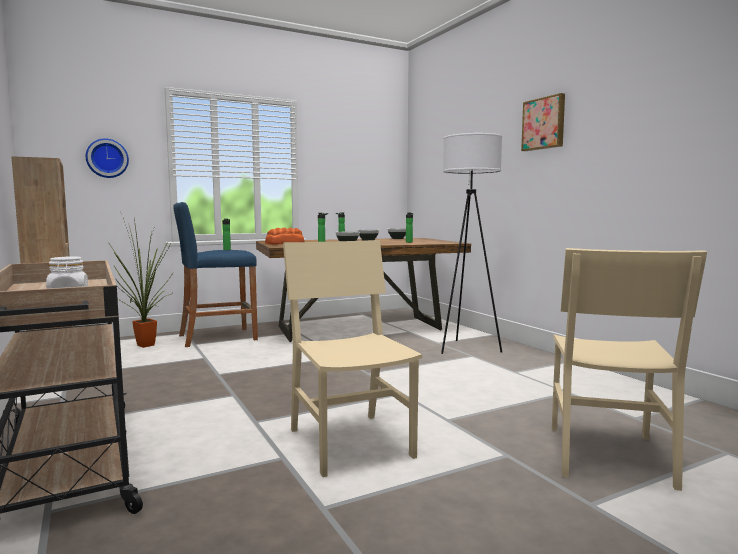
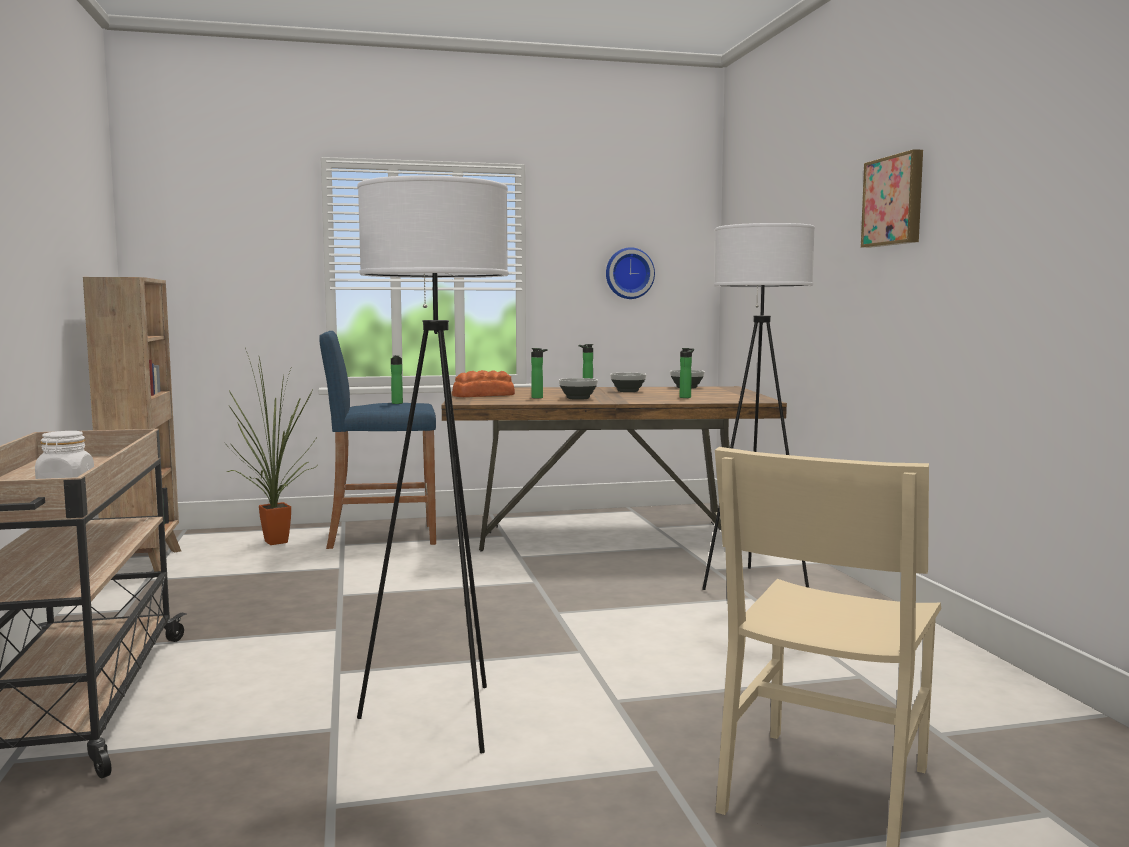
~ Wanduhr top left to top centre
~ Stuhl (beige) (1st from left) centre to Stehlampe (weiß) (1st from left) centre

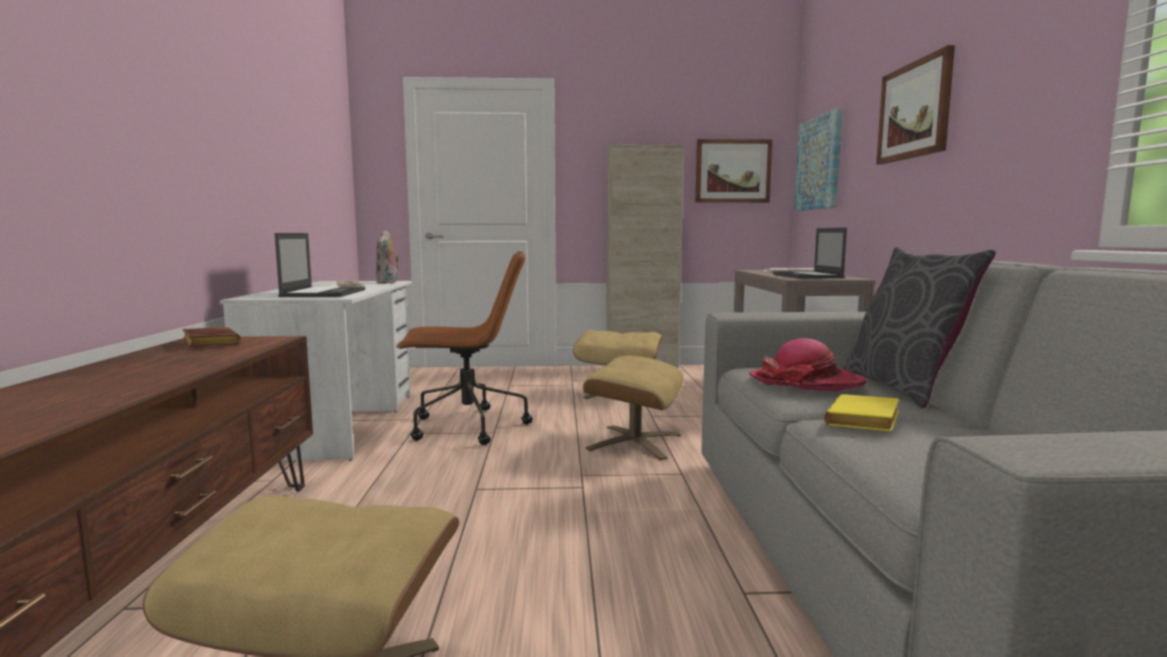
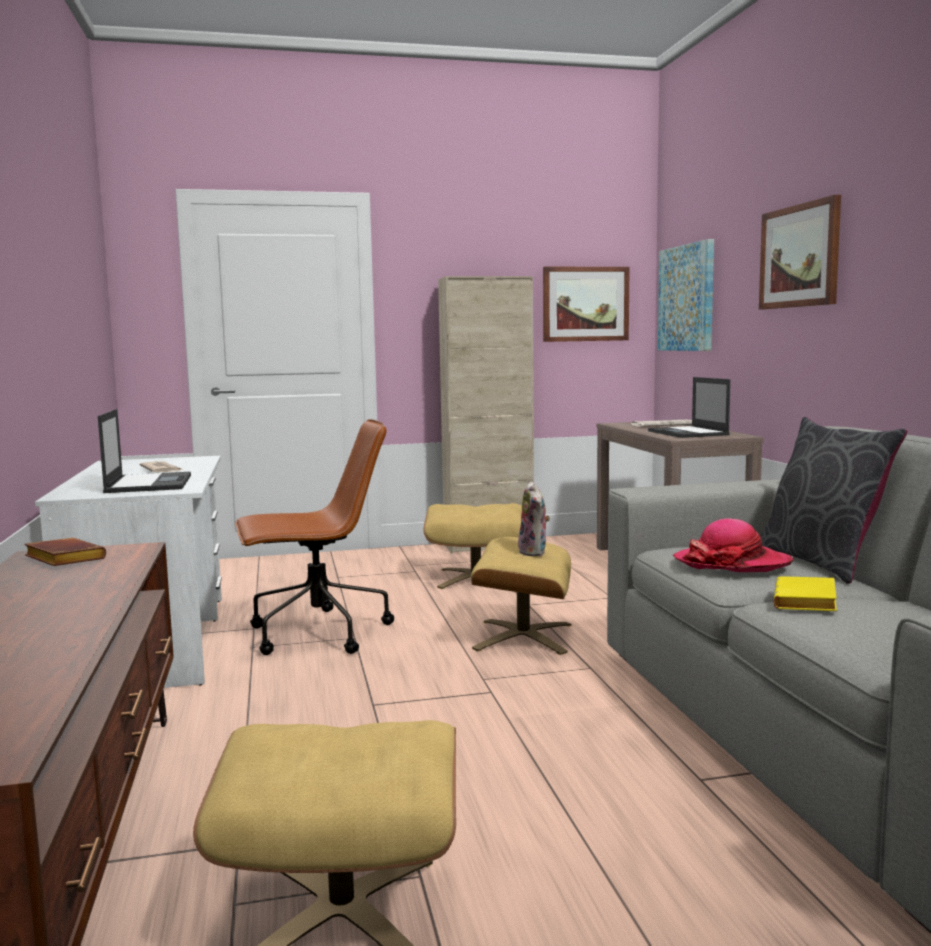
~ Plüschtier middle left to centre

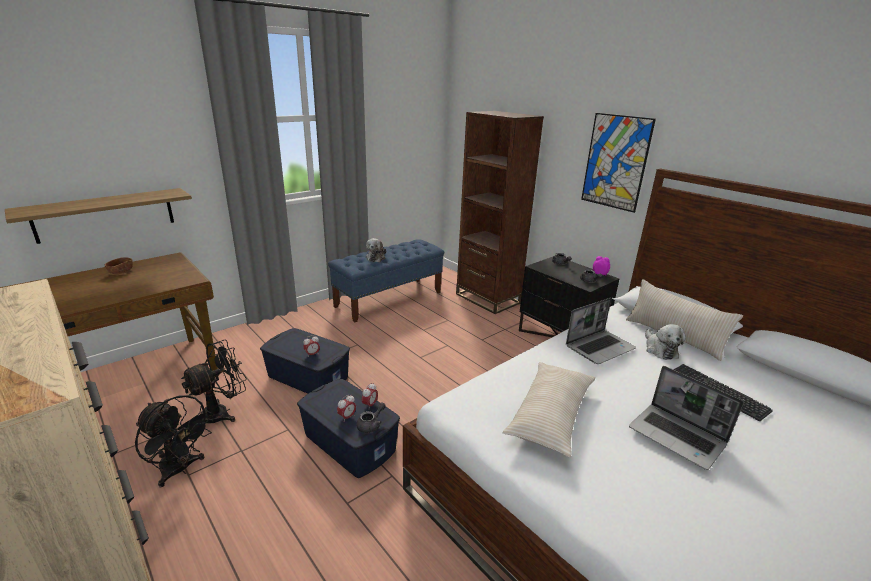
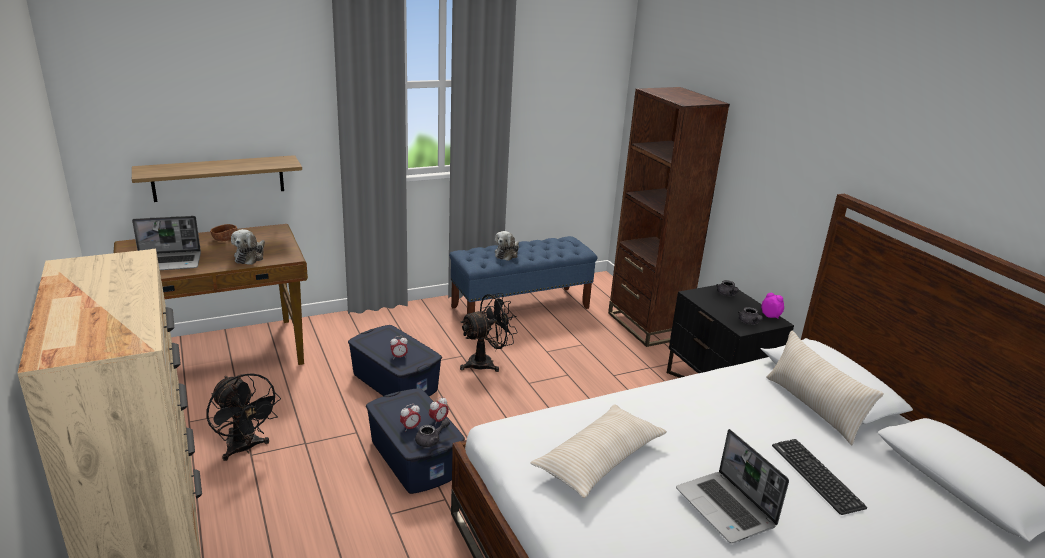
~ Ventilator (schwarz) (2nd from left) middle left to centre
~ Laptop (1st from left) middle right to middle left
- Bild top right
~ Plüschtier (2nd from left in the first image) middle right to Plüschtier (1st from left) middle left

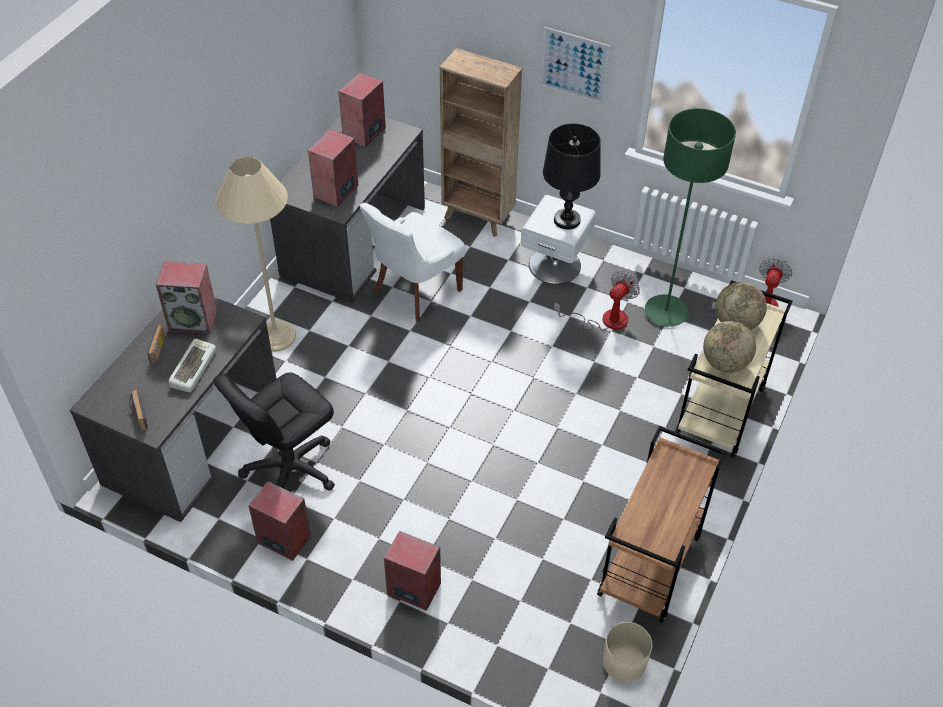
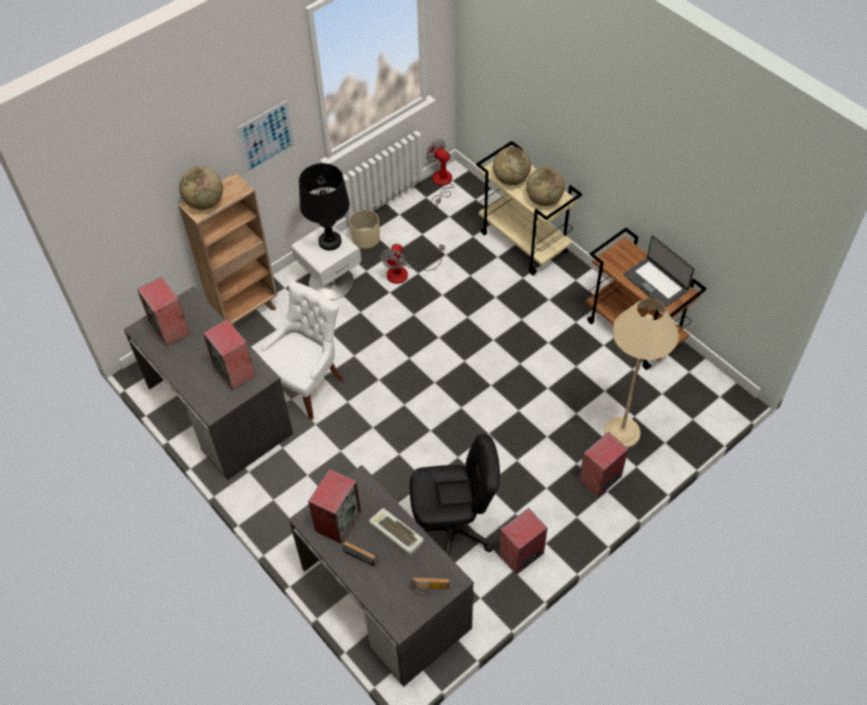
~ Bürostuhl (schwarz) middle left = bottom centre 75 degrees counterclockwise
~ Stehlampe (beige) middle left to middle right
~ Stuhl (weiß) centre = centre 120 degrees counterclockwise
~ Ventilator (1st from left) centre = centre 135 degrees counterclockwise
~ Pflanzkübel (beige) bottom centre to top centre
- Stehlampe (grün) top right
+ Globus (1st from left) top left
+ Laptop middle right

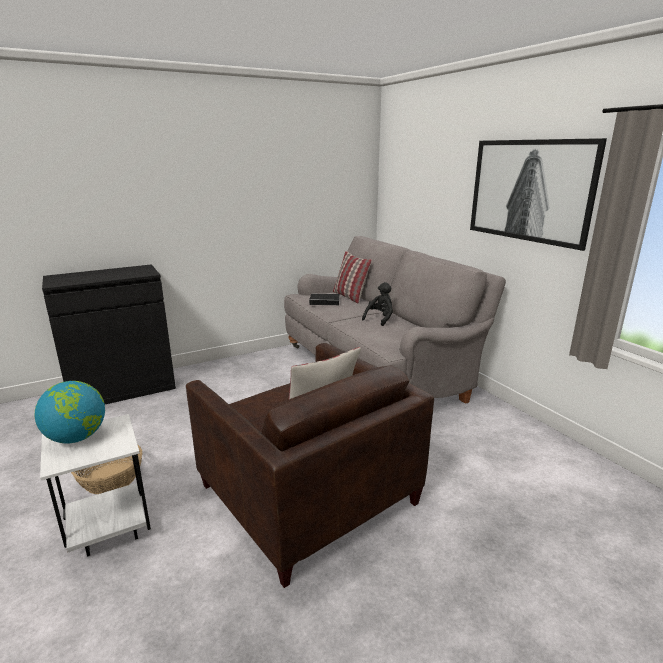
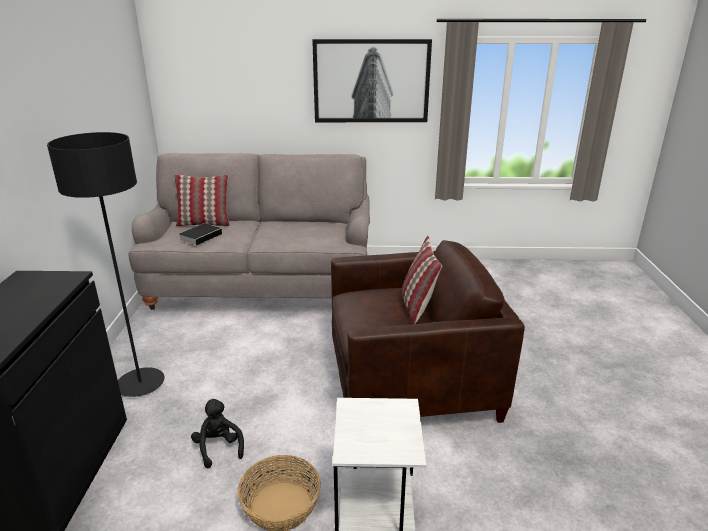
- Globus middle left
~ Plüschtier (schwarz) centre to bottom left
+ Stehlampe (schwarz) middle left

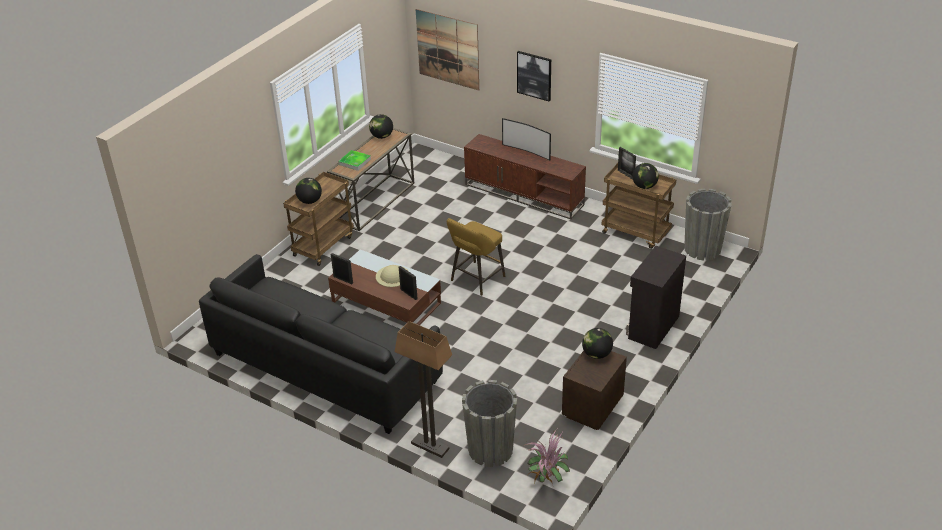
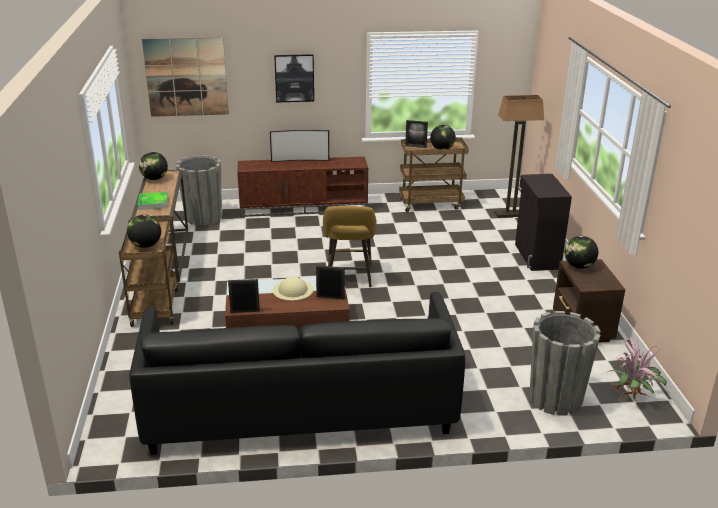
~ Stehlampe bottom centre to top right
~ Pflanzkübel (grau) (2nd from left in the first image) middle right to Pflanzkübel (grau) (1st from left) middle left

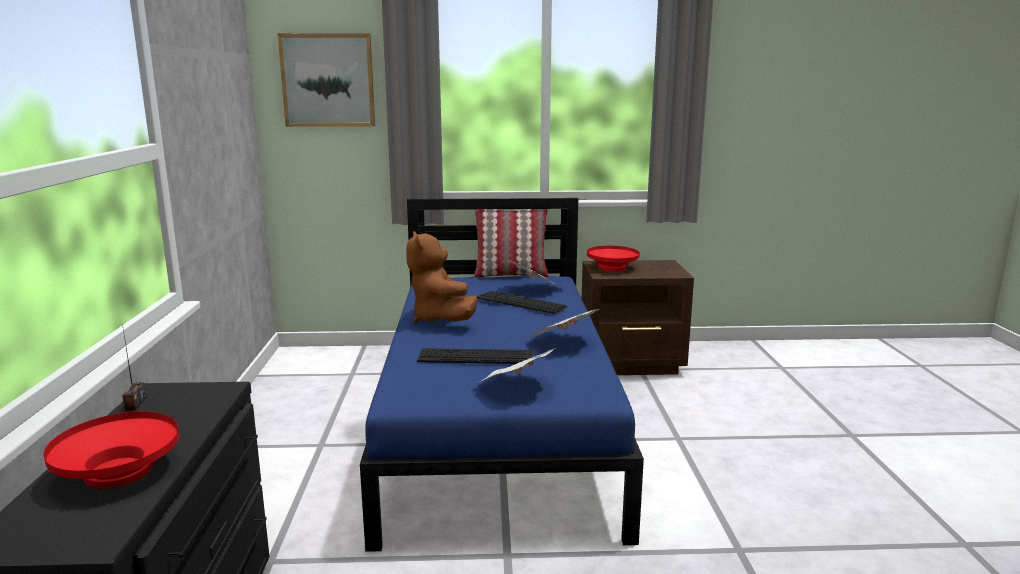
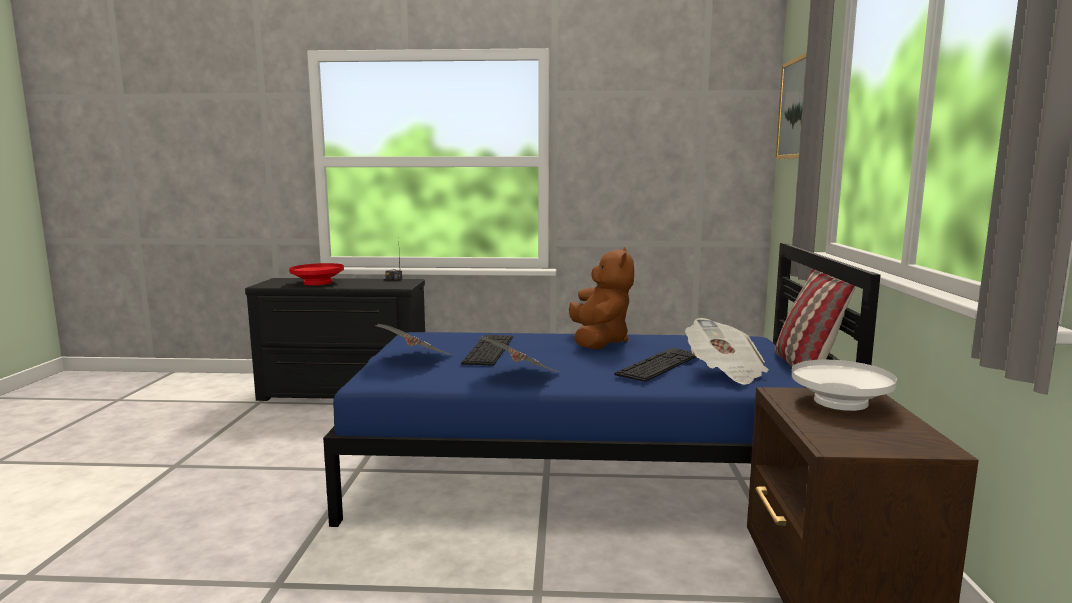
~ Plüschtier (braun) centre = centre 105 degrees clockwise
~ Schüssel (rot) (2nd from left) centre to Schüssel (weiß) middle right

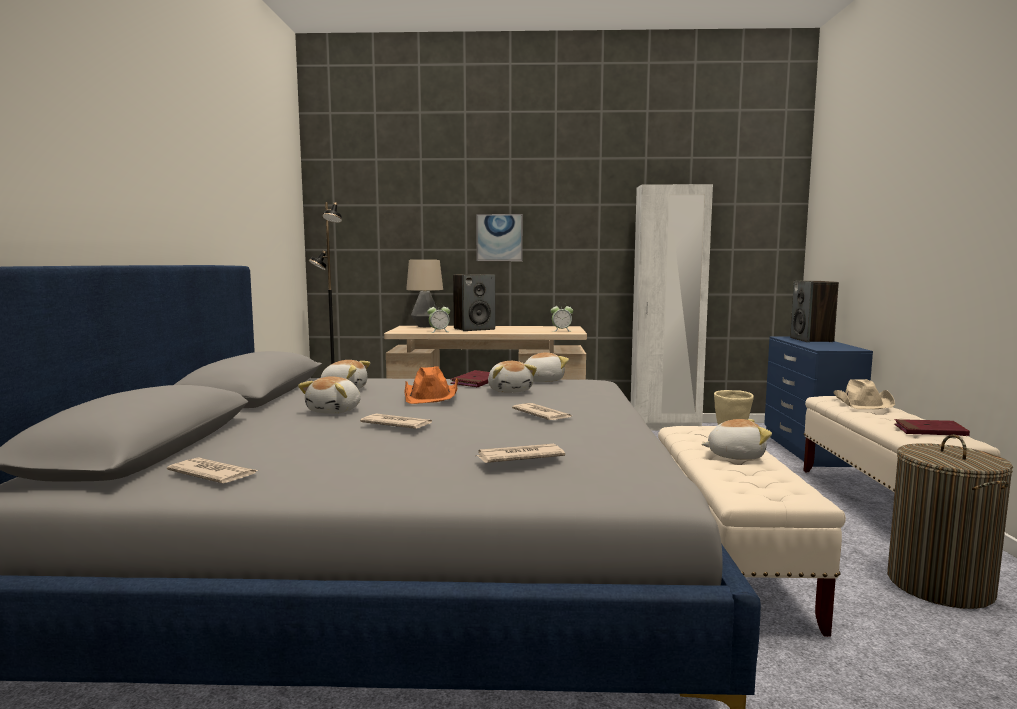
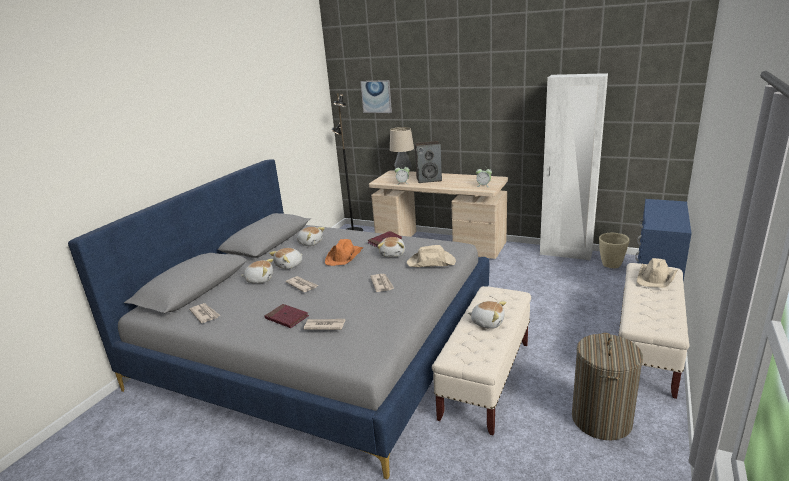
~ Bild centre to top centre
~ Plüschtier (4th from left in the first image) centre to Plüschtier (1st from left) middle left
- Lautsprecher (2nd from left) middle right
~ Buch (rot) (2nd from left in the first image) middle right to Buch (rot) (1st from left) centre
+ Hut (beige) (1st from left) centre

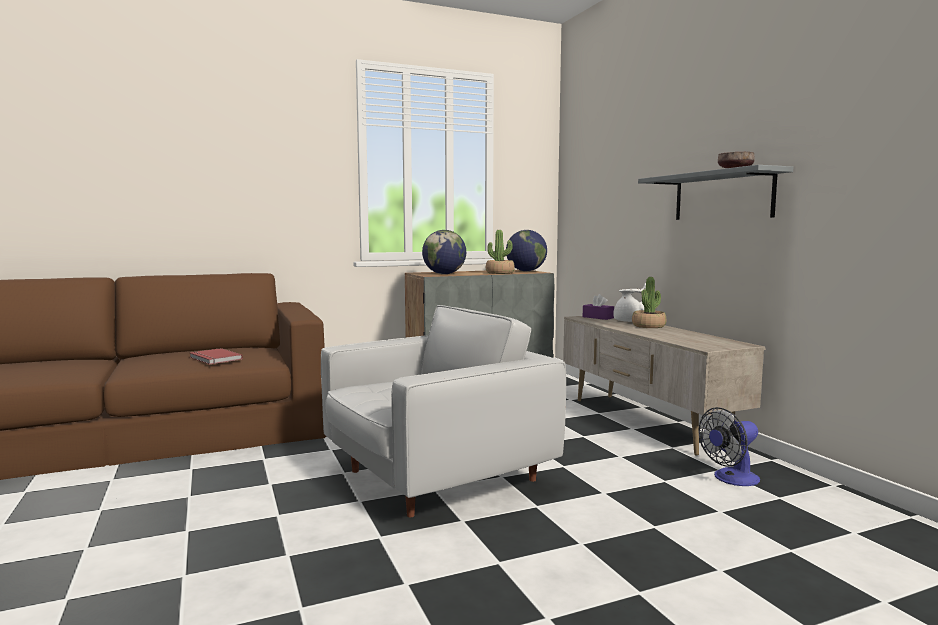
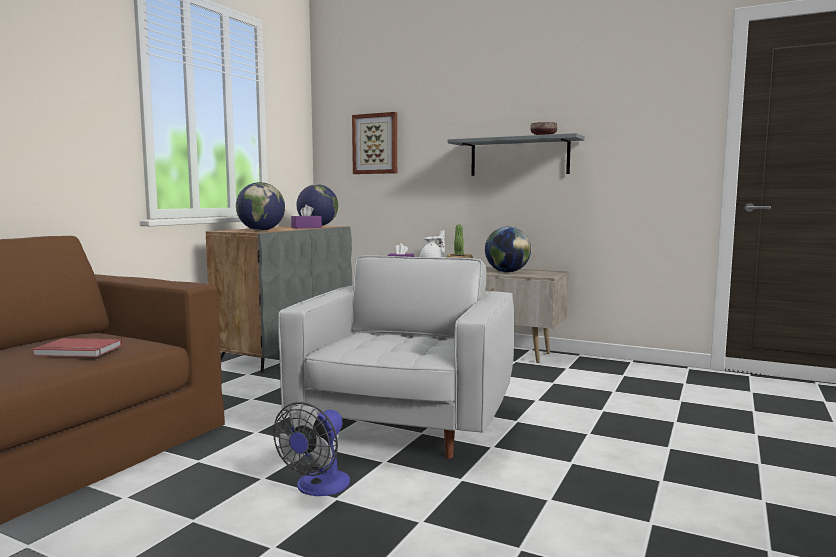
~ Topfpflanze (1st from left) centre to Taschentuchbox (lila) (1st from left) centre
~ Ventilator bottom right to bottom centre
+ Bild top centre
+ Globus (3rd from left) centre

